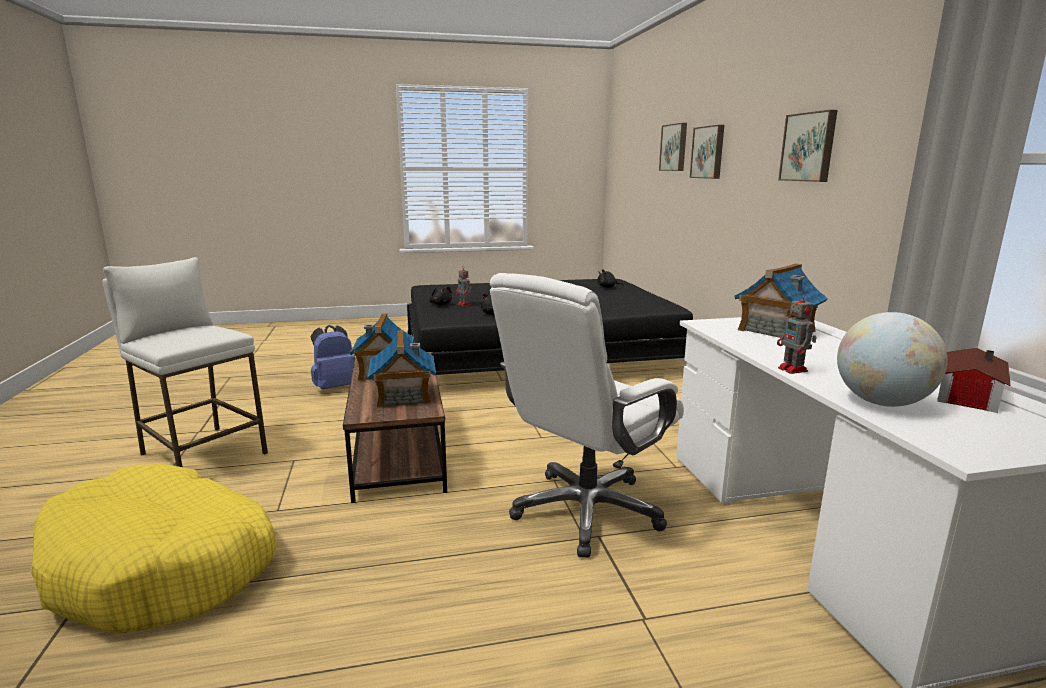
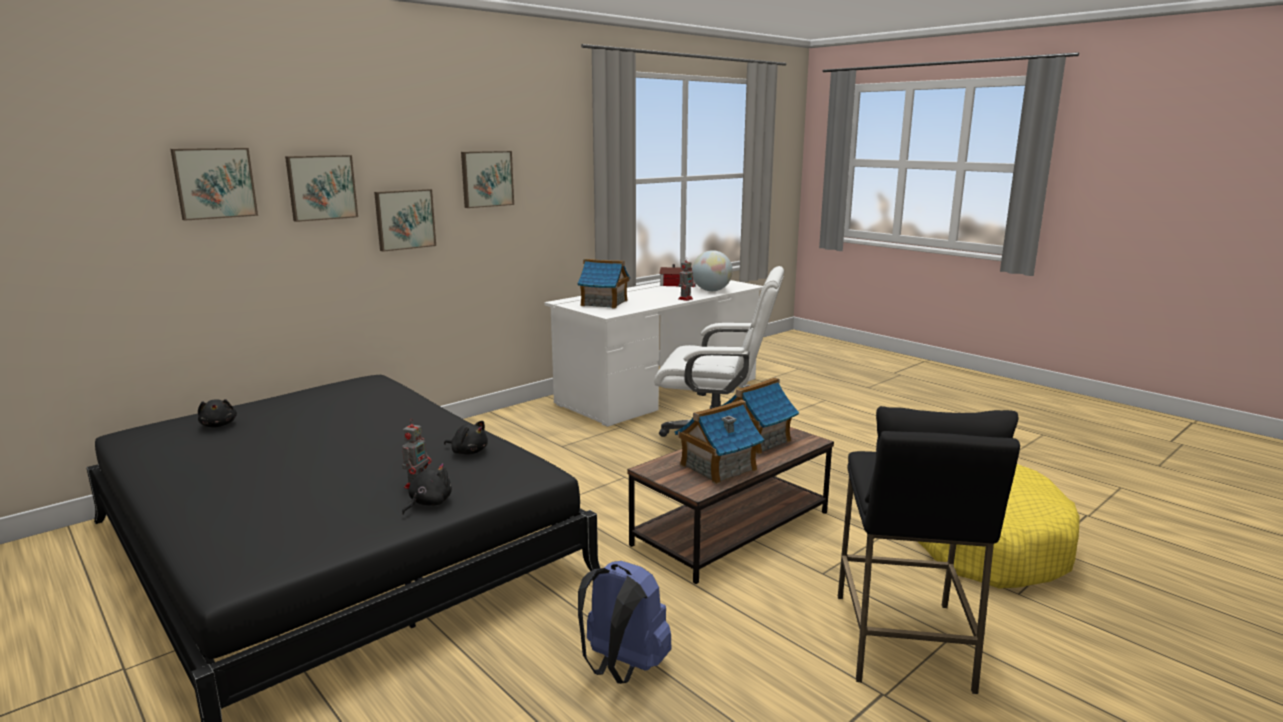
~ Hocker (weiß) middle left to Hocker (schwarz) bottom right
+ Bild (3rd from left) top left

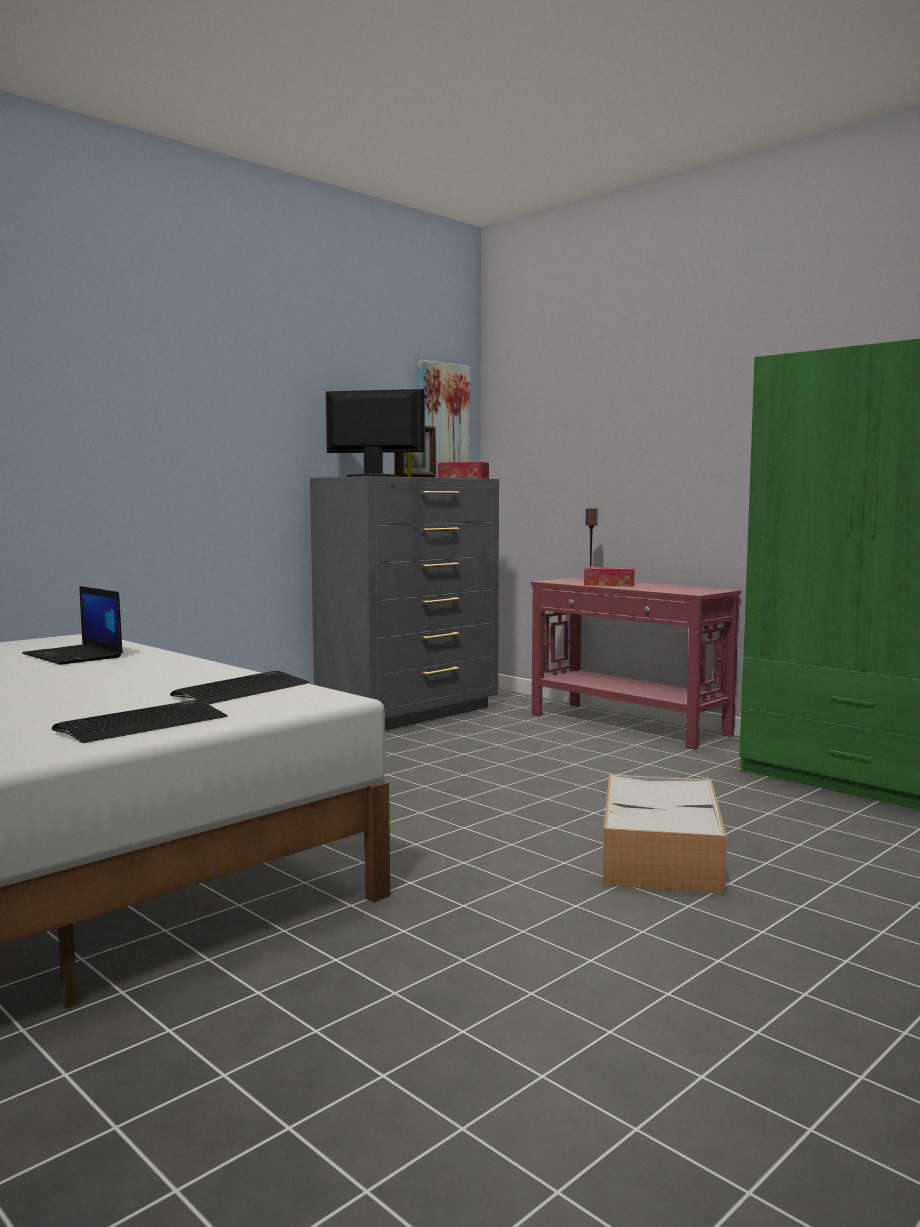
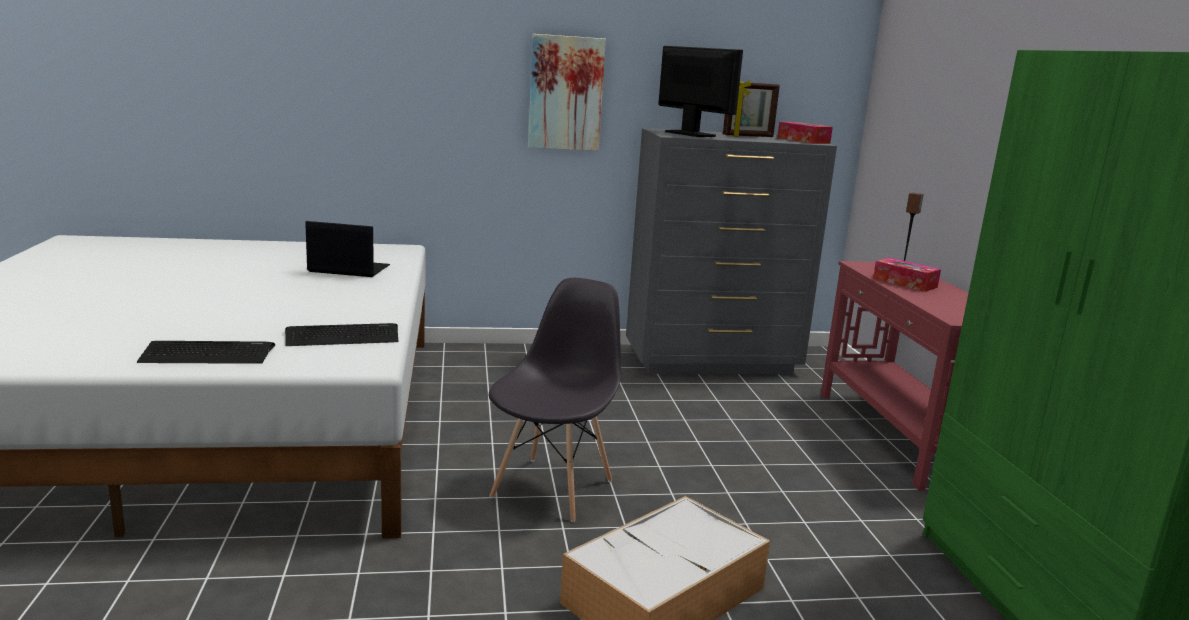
~ Laptop middle left = middle left 105 degrees clockwise
~ Bild centre to top centre
+ Stuhl (grau) centre

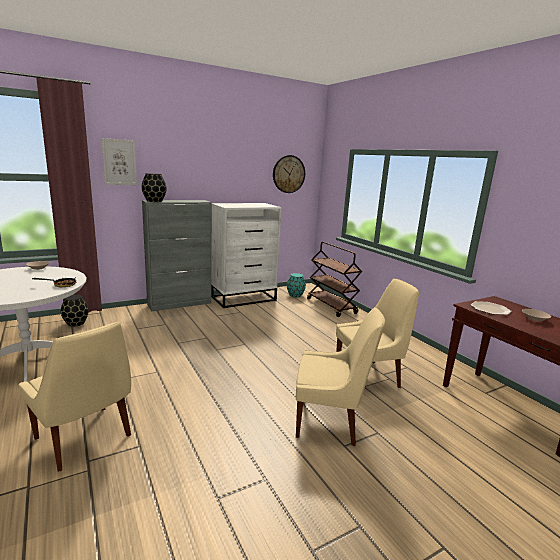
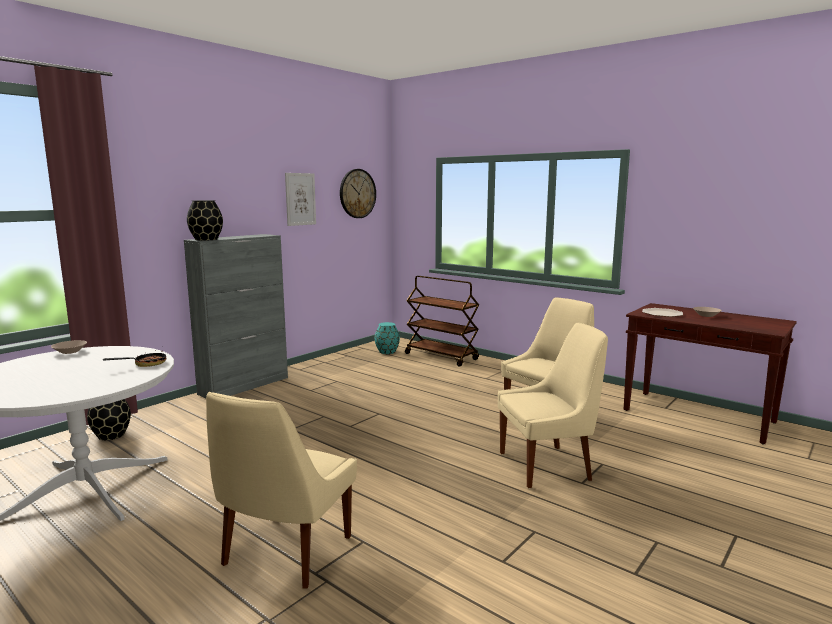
~ Stuhl (beige) (1st from left) bottom left = bottom centre 90 degrees clockwise
~ Bild top left to top centre
- Kommode (weiß) centre

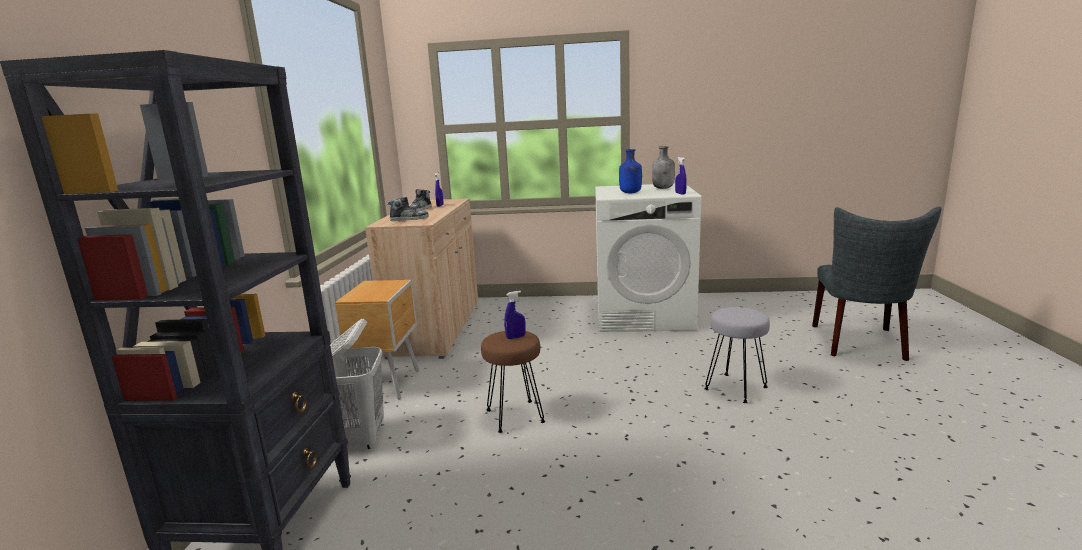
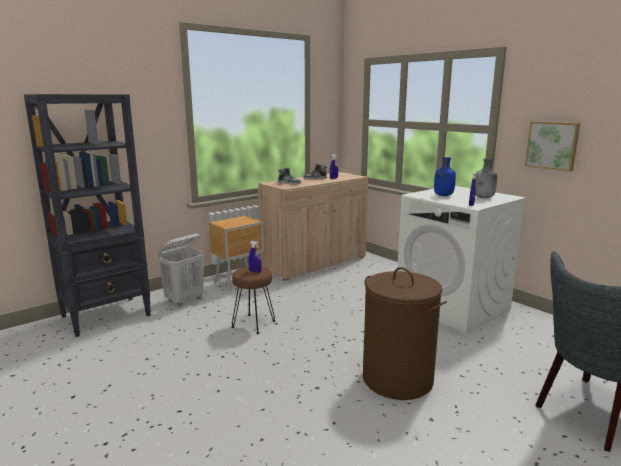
~ Hocker (grau) middle right to Wäschekorb (braun) bottom centre
+ Bild top right

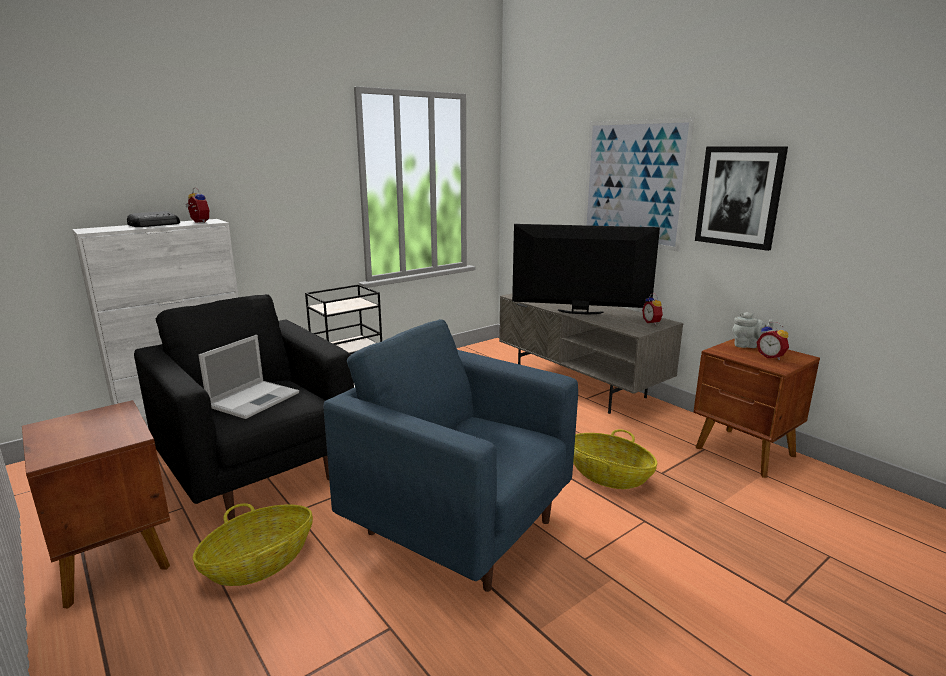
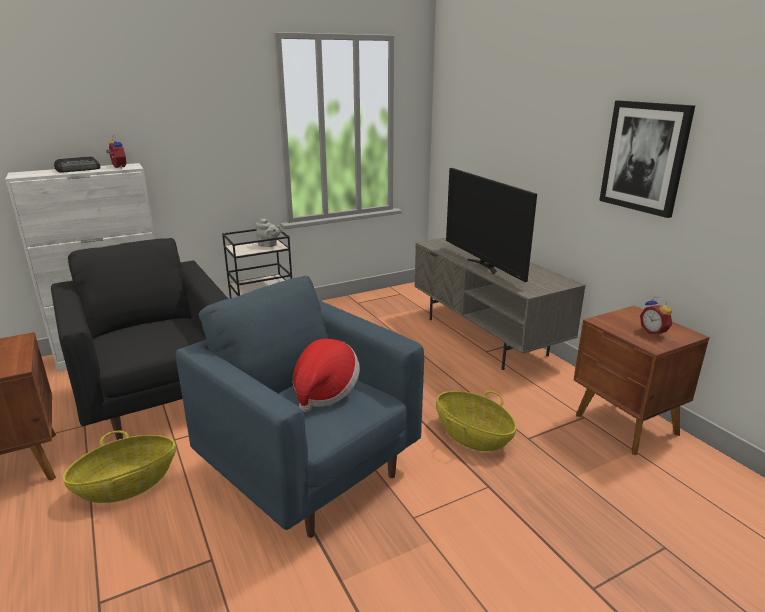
- Laptop middle left
~ Fernseher centre = centre 135 degrees counterclockwise
- Bild (1st from left) top right
- Wecker (2nd from left) middle right
~ Teekanne (grau) middle right to centre
+ Hut centre

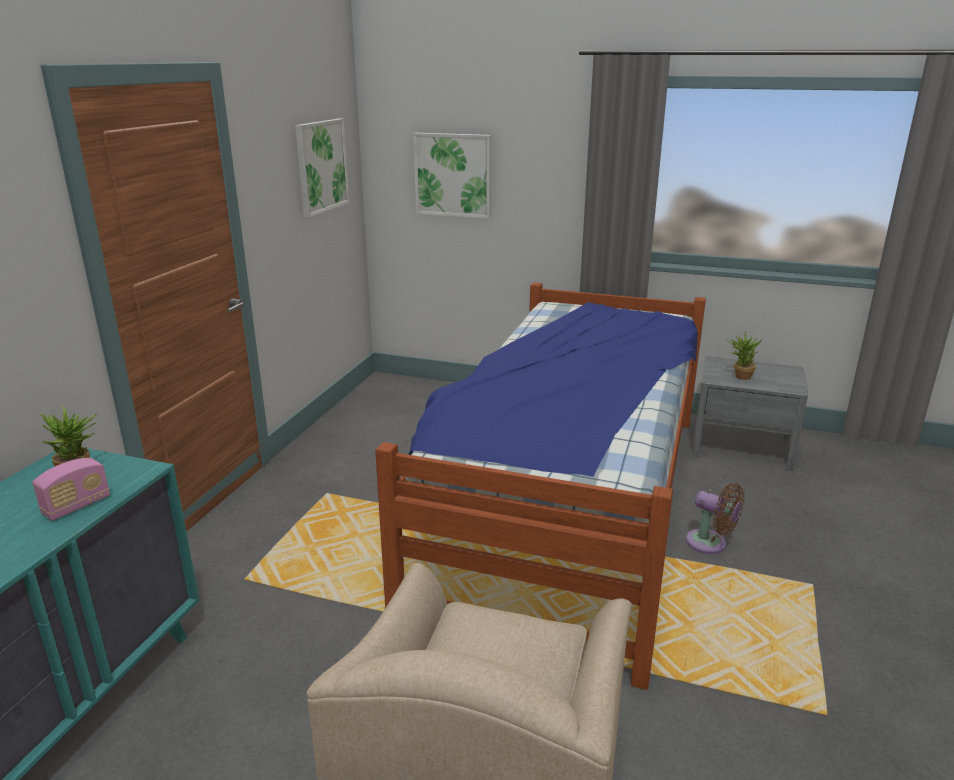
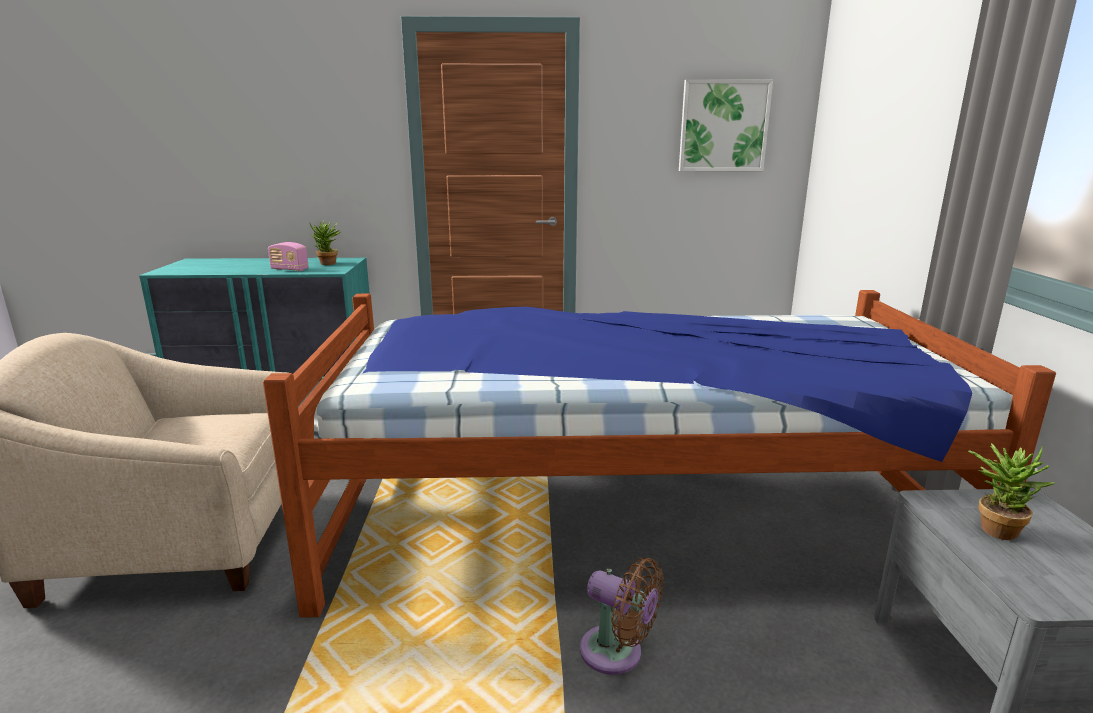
- Bild (2nd from left) top centre
~ Ventilator (braun) middle right = bottom centre 75 degrees counterclockwise

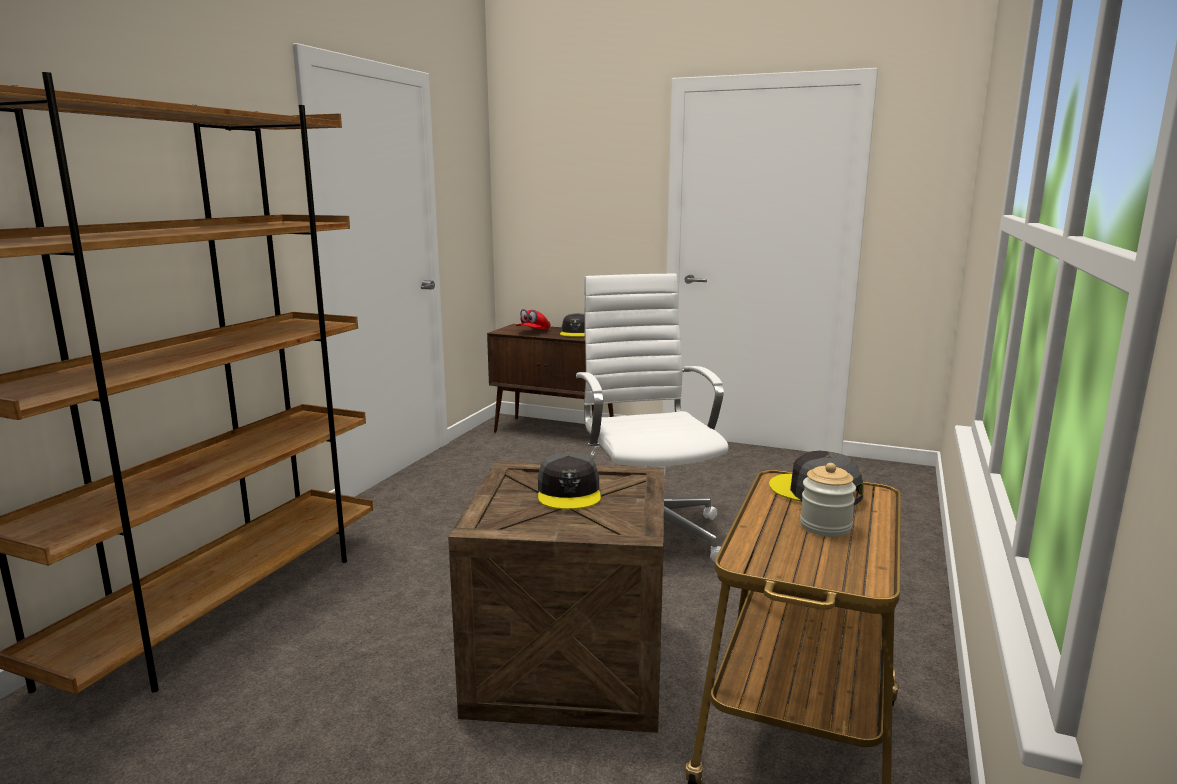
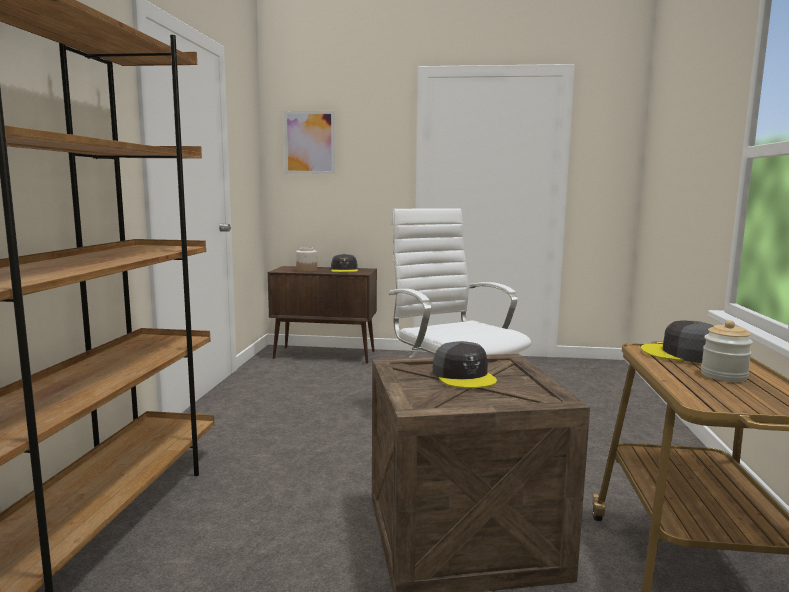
~ Kappe (rot) centre to Vorratsglas (1st from left) centre
+ Bild top centre

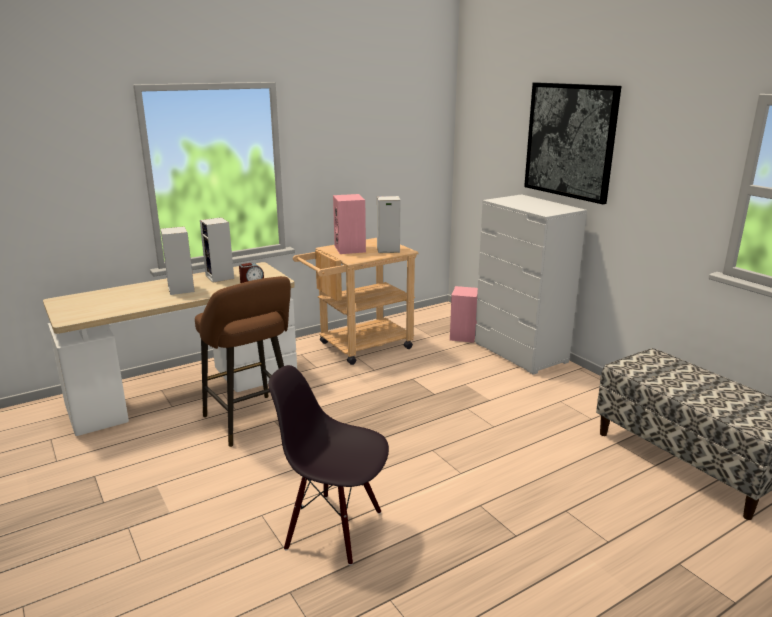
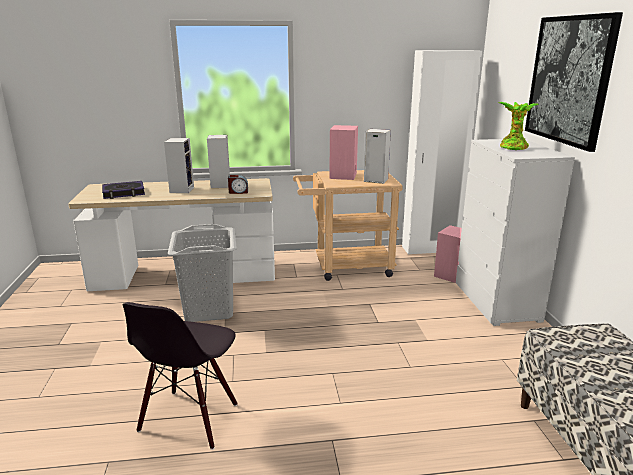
~ Hocker (braun) middle left to Wäschekorb (grau) middle left
~ Stuhl (schwarz) bottom centre = bottom left 120 degrees counterclockwise
+ Buch middle left
+ Kleiderschrank (weiß) top right
+ Topfpflanze top right

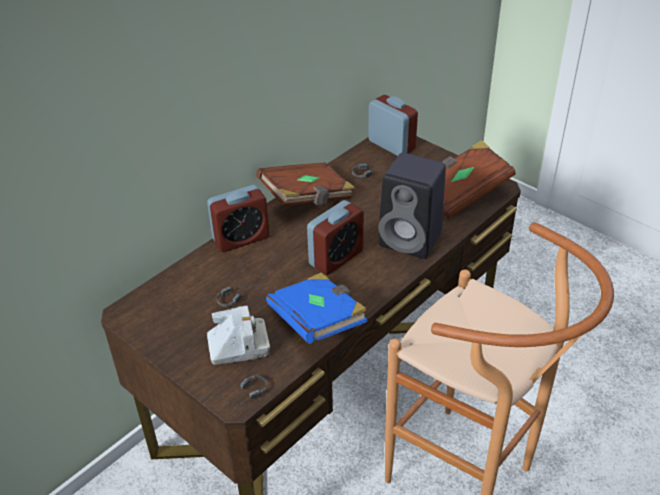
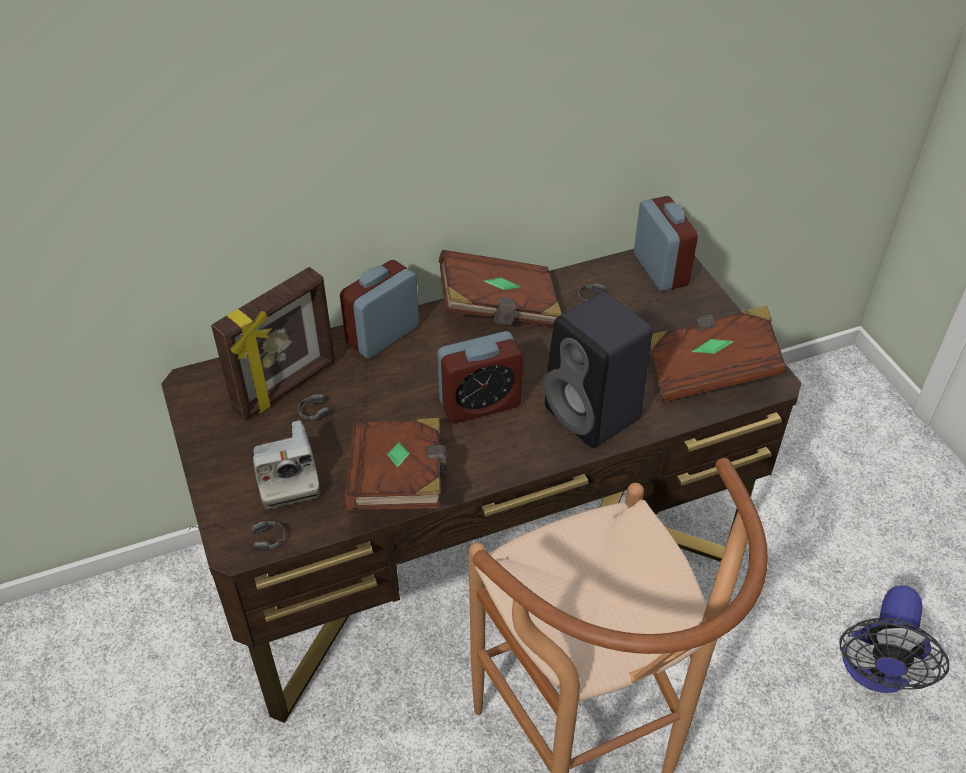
~ Wecker (1st from left) centre = centre 135 degrees clockwise
~ Kamera bottom centre = middle left 60 degrees clockwise
~ Buch (blau) centre to Buch (braun) (1st from left) centre
+ Bilderrahmen middle left
+ Ventilator bottom right

